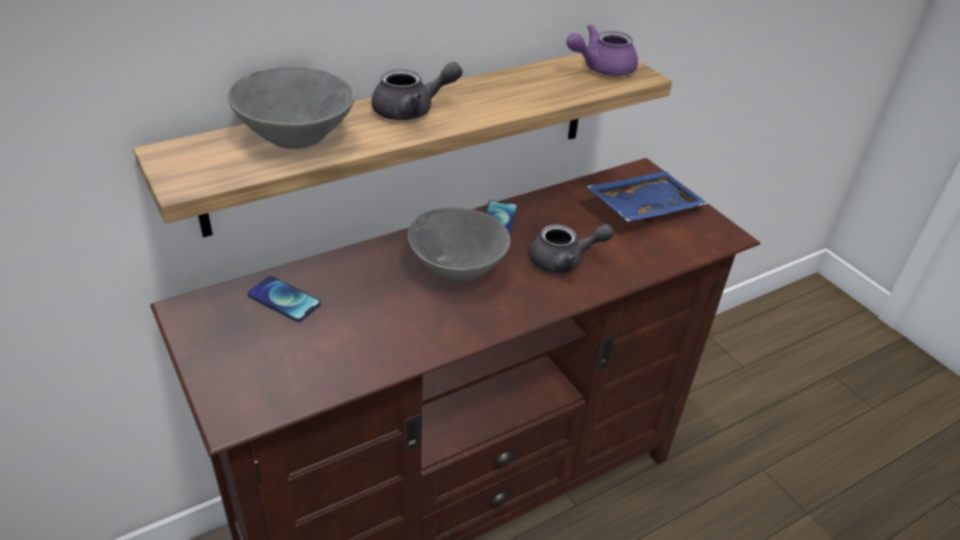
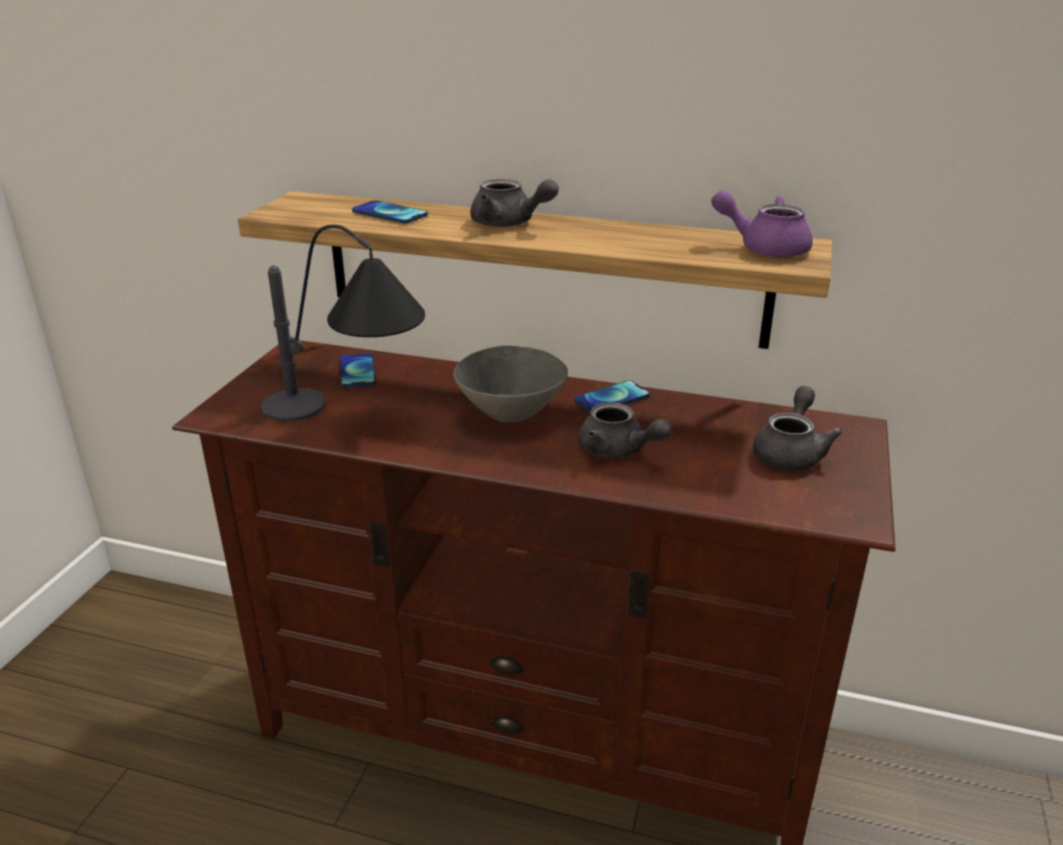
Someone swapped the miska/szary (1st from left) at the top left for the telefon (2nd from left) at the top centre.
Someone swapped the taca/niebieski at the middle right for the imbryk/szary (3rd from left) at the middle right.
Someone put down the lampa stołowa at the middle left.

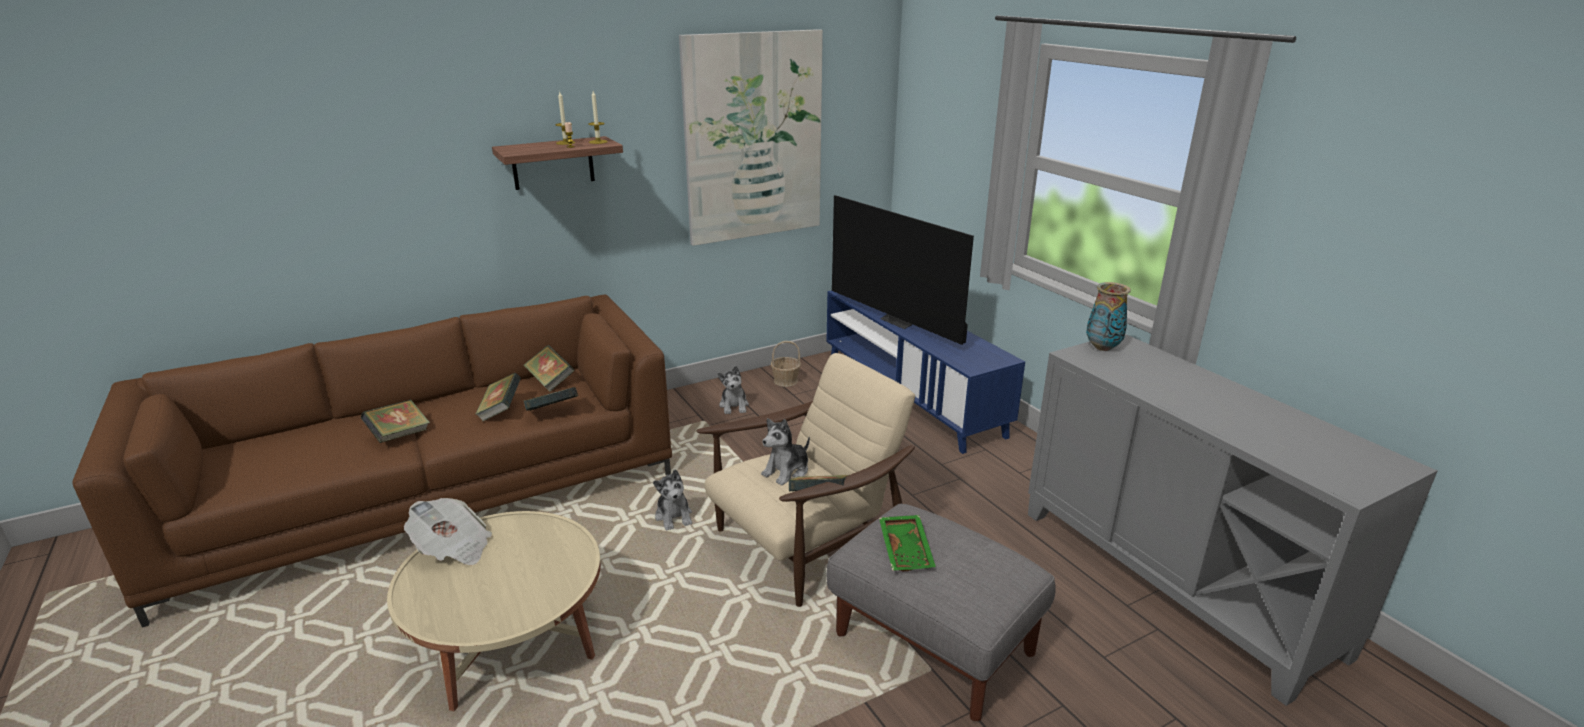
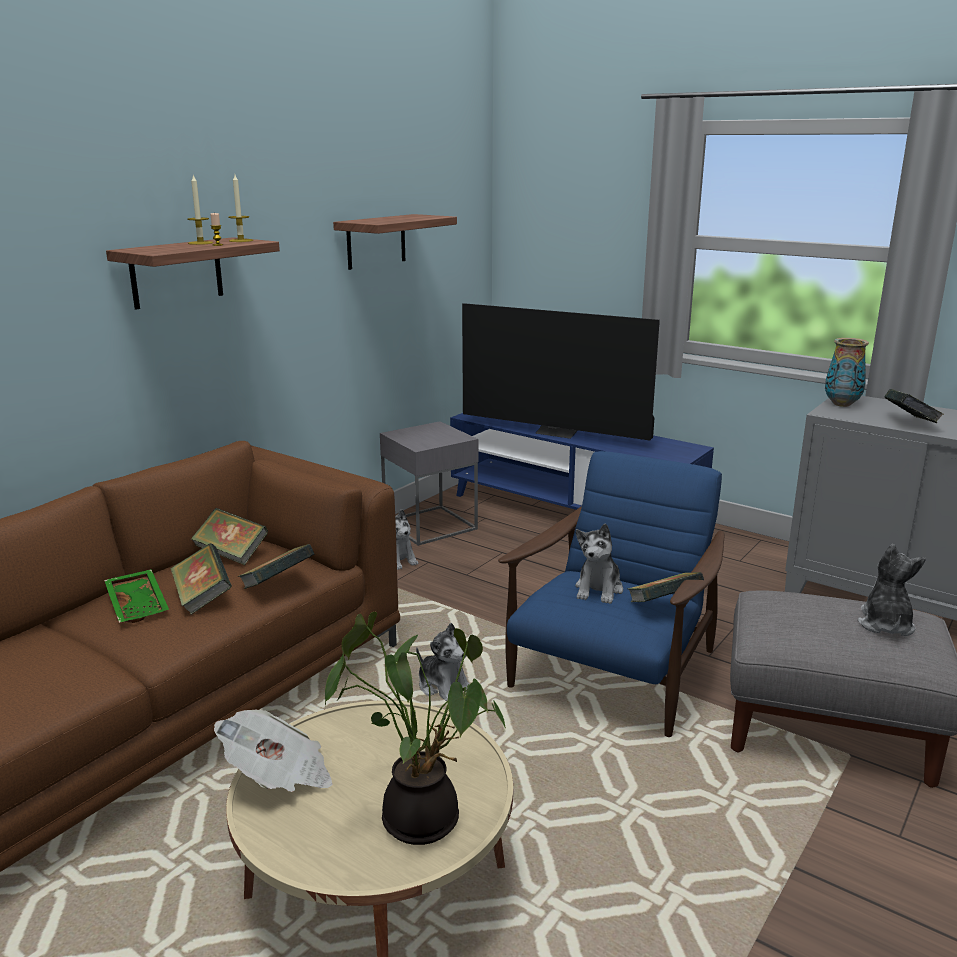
Someone carried the książka (1st from left in the first image) from the middle left to the middle right.
Someone swapped the obraz at the top centre for the półka (2nd from left) at the top centre.
Someone repainted the fotel/beżowy at the centre, which became the fotel/niebieski at the centre.
Someone swapped the koszyk at the centre for the stolik/szary at the centre.
Someone carried the taca/zielony from the bottom centre to the middle left.
Someone put down the roślina doniczkowa at the bottom centre.
Someone put down the pluszak (4th from left) at the middle right.

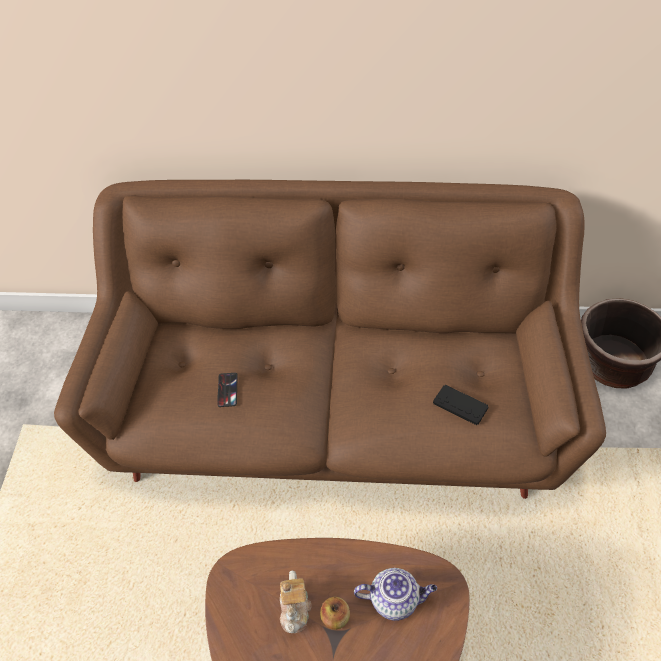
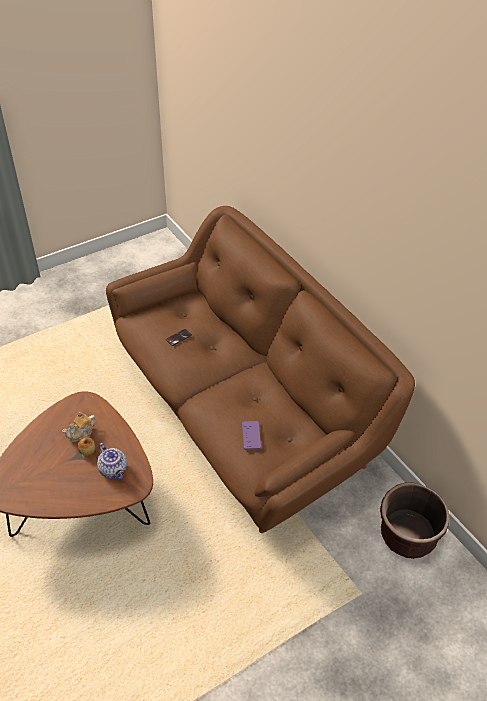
Someone repainted the pad do gier/czarny at the middle right, which became the pad do gier/fioletowy at the centre.

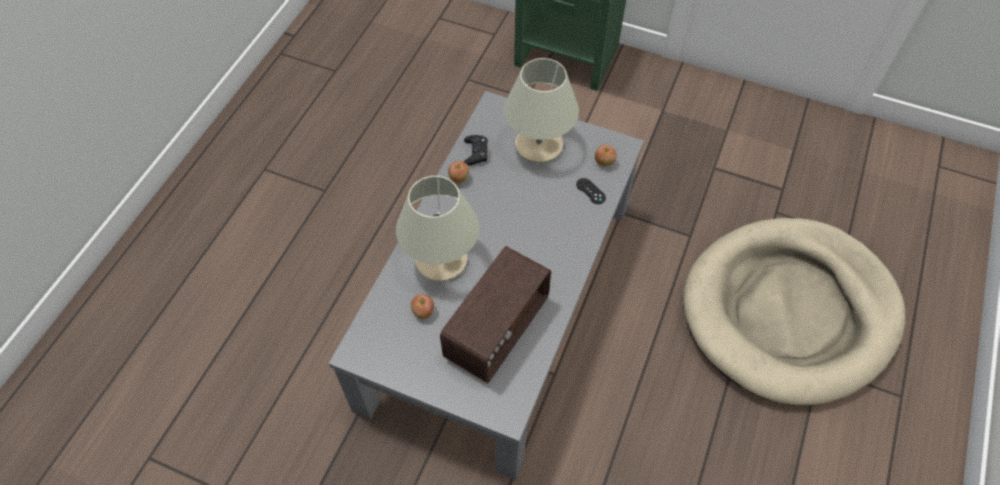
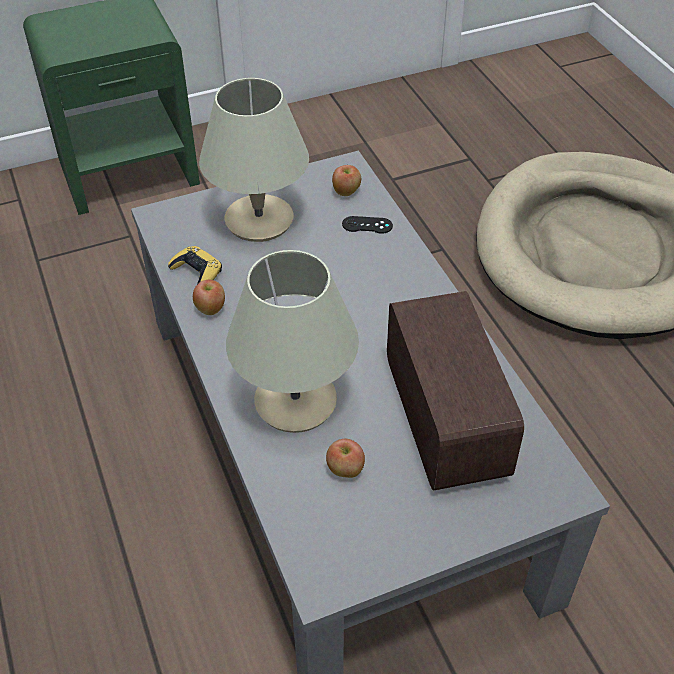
Someone repainted the pad do gier/czarny (1st from left) at the top centre, which became the pad do gier/żółty at the middle left.

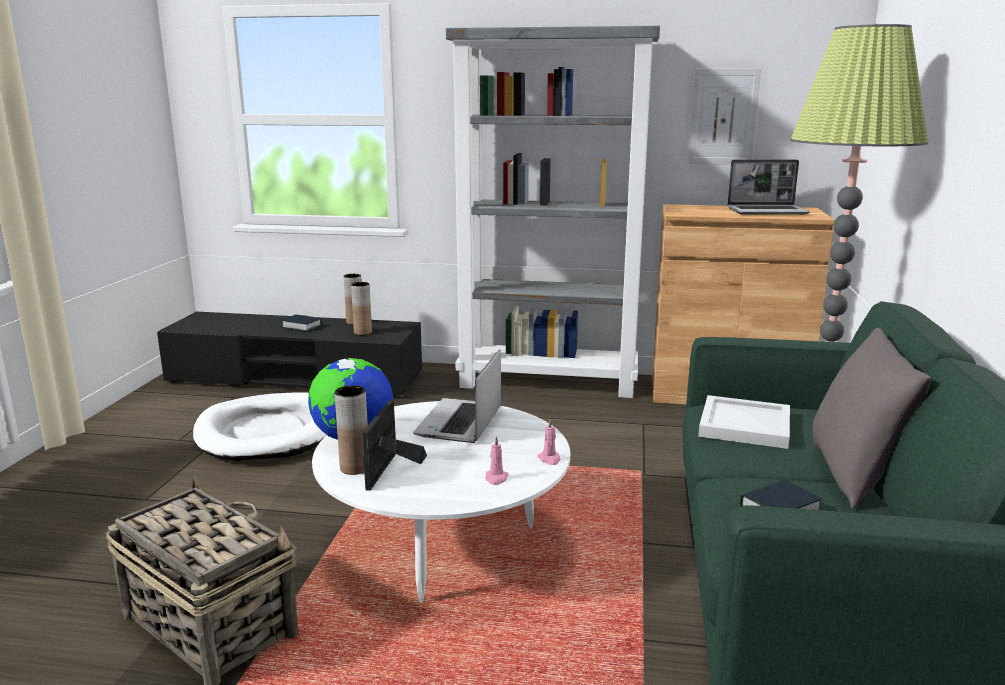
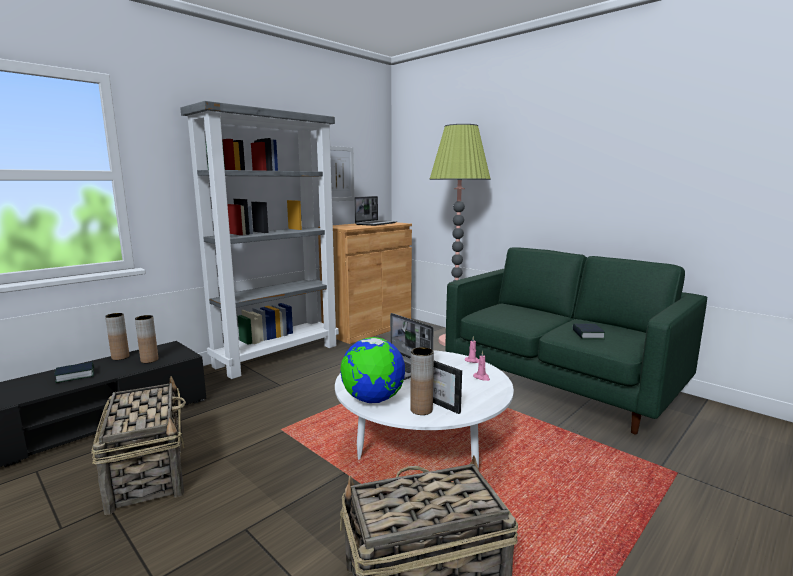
Someone swapped the legowisko/biały at the middle left for the koszyk (1st from left) at the bottom left.
Someone took away the taca/biały at the middle right.
Someone took away the poduszka/szary at the middle right.

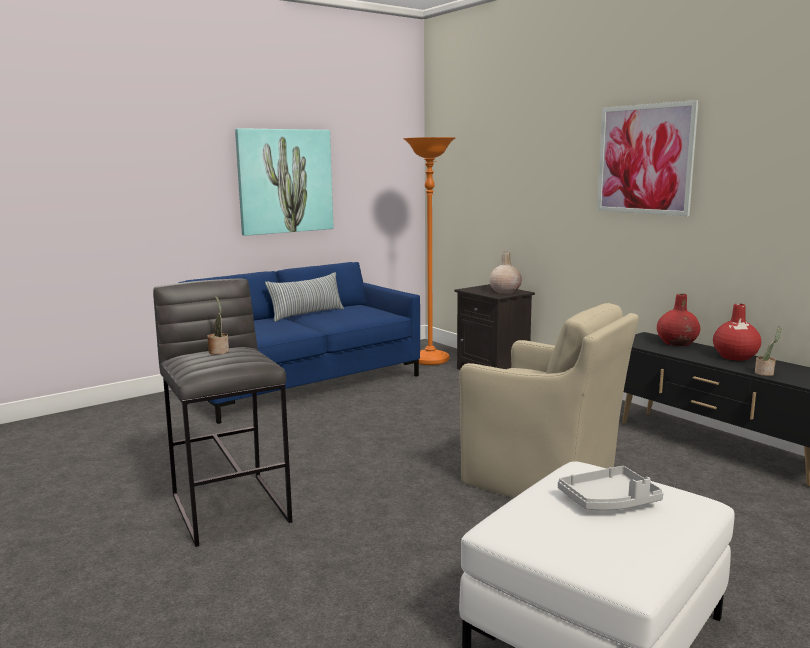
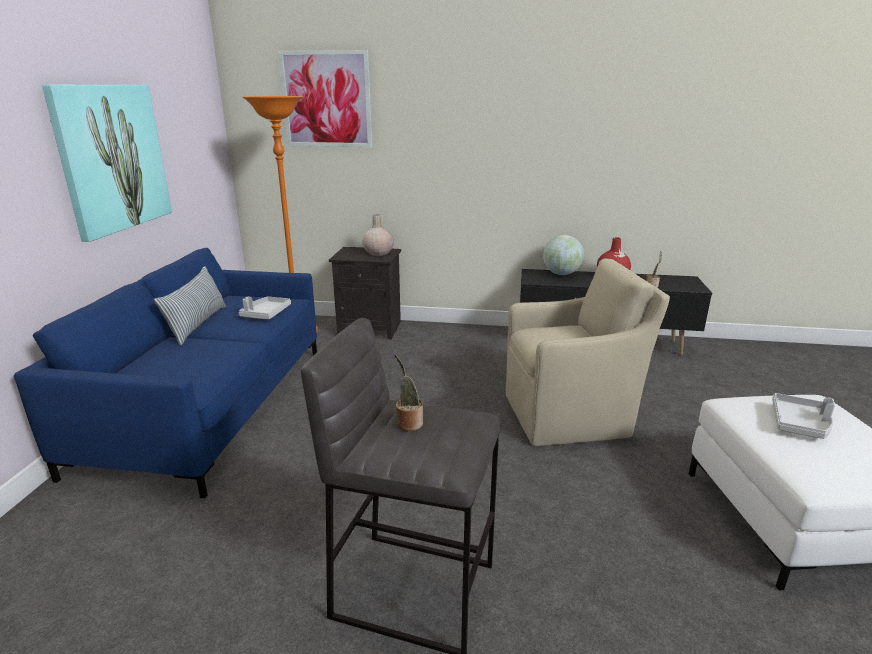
Someone carried the obraz (2nd from left) from the top right to the top centre.
Someone swapped the wazon/czerwony (1st from left) at the middle right for the globus at the centre.
Someone put down the taca/szary (1st from left) at the middle left.

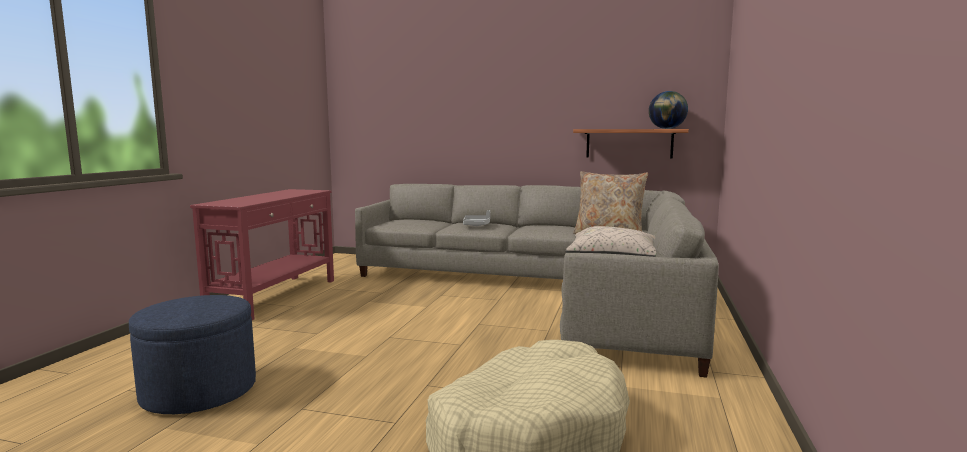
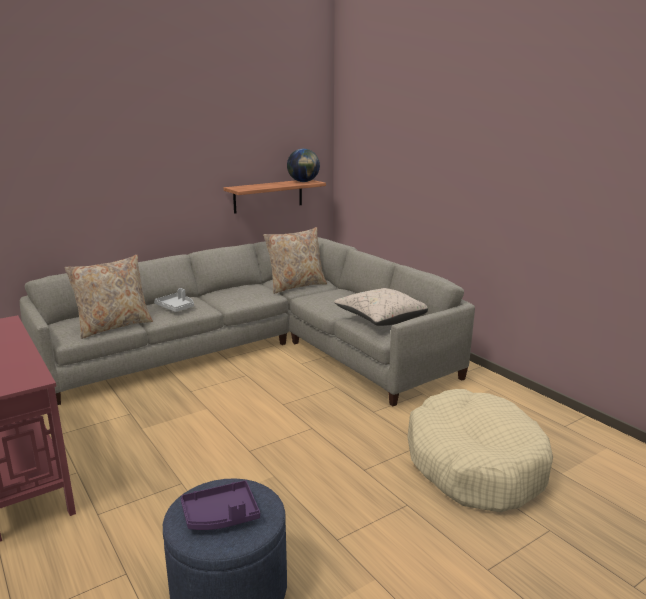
Someone put down the poduszka/beżowy (1st from left) at the middle left.
Someone put down the taca/fioletowy at the bottom centre.

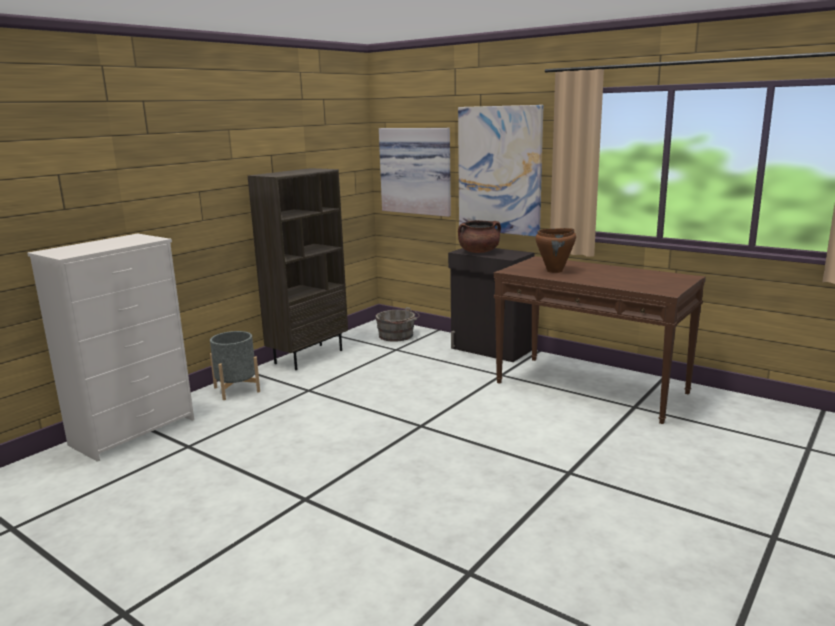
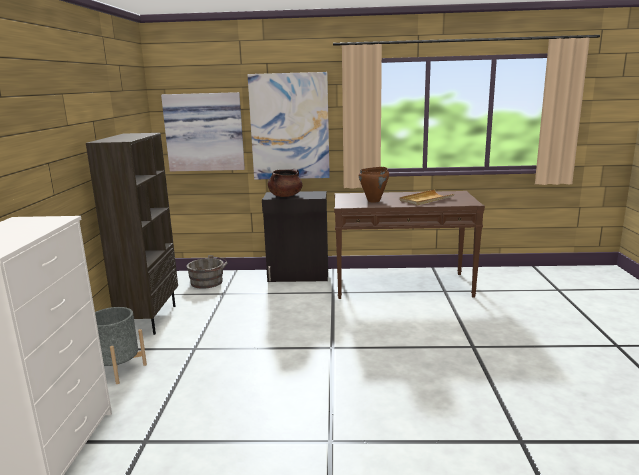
Someone put down the taca/beżowy at the middle right.

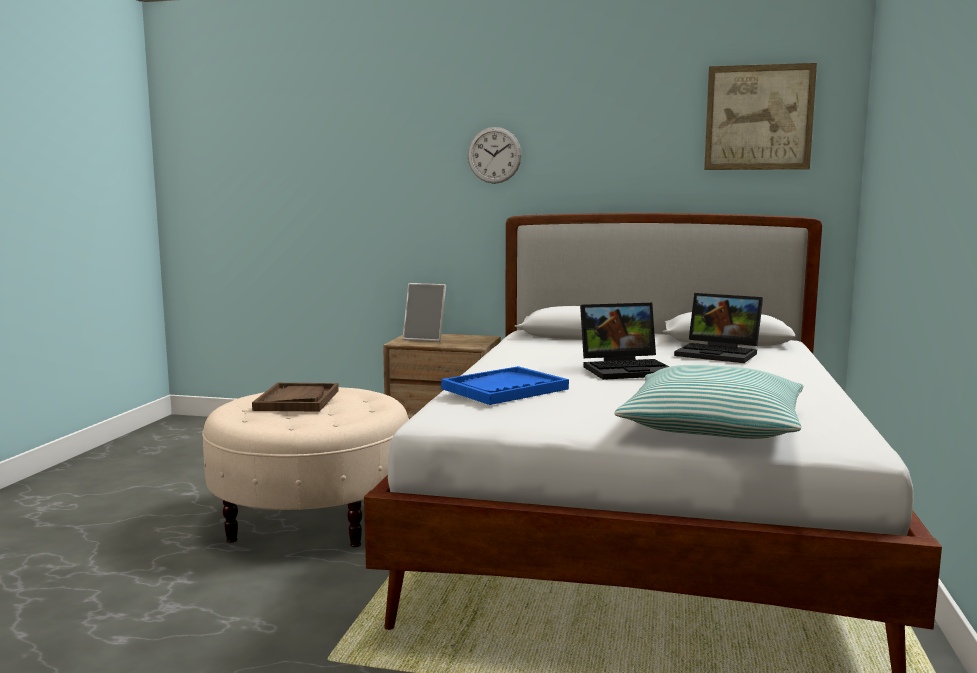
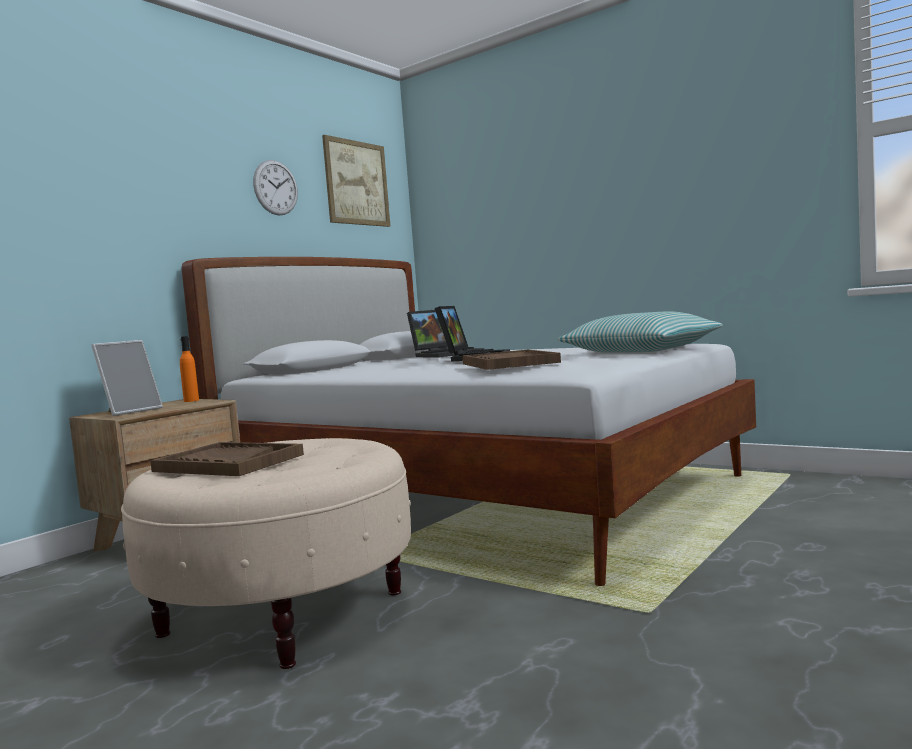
Someone repainted the taca/niebieski at the centre, which became the taca/brązowy (2nd from left) at the centre.
Someone carried the zegar ścienny from the top centre to the top left.
Someone put down the butelka/pomarańczowy at the middle left.

